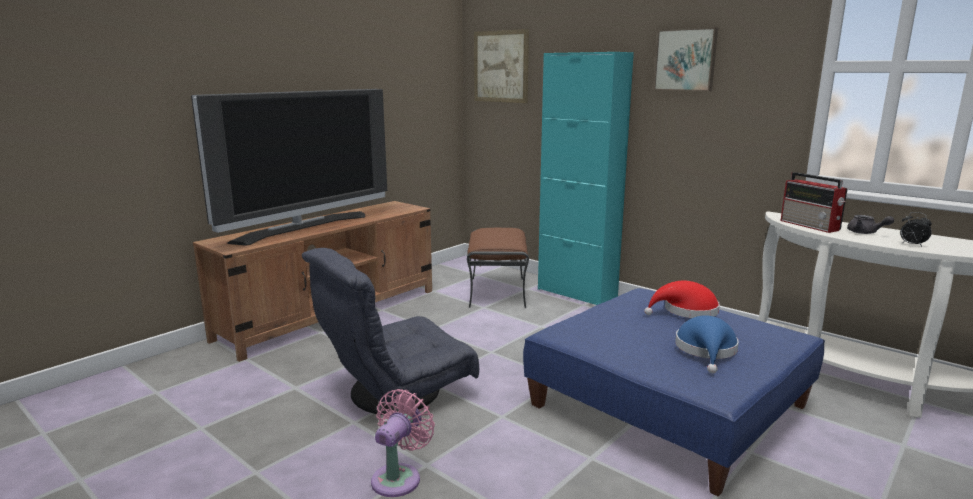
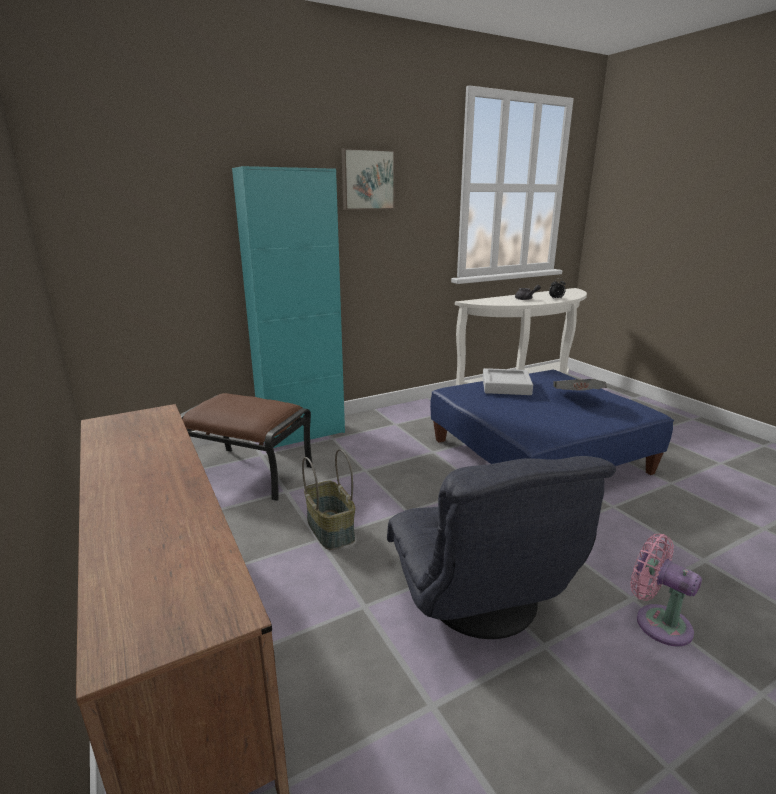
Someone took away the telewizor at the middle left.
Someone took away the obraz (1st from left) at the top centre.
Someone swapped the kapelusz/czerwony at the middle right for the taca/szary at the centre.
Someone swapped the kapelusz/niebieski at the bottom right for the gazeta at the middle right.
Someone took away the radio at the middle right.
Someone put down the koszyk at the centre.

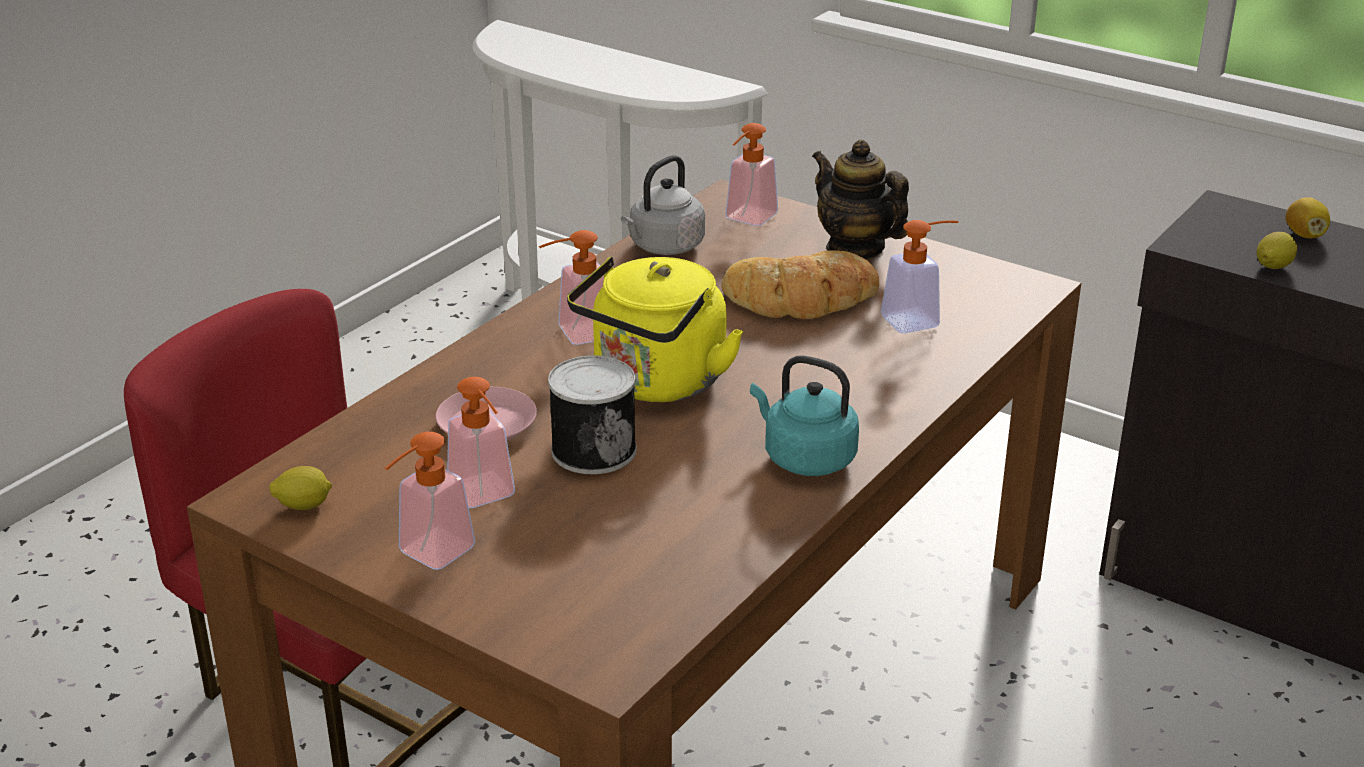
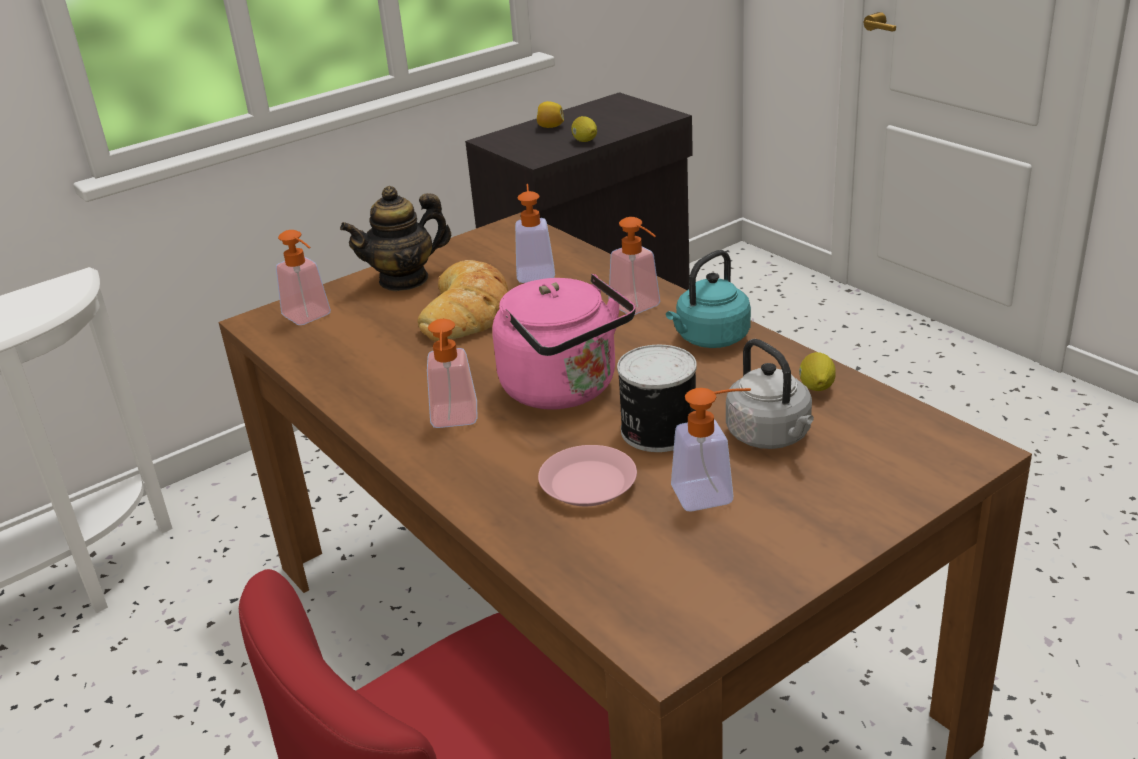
Someone carried the cytryna (1st from left in the first image) from the middle left to the middle right.
Someone carried the dozownik mydła (1st from left in the first image) from the middle left to the centre.
Someone repainted the czajnik/żółty at the centre, which became the czajnik/różowy at the centre.
Someone carried the czajnik/szary from the top centre to the middle right.

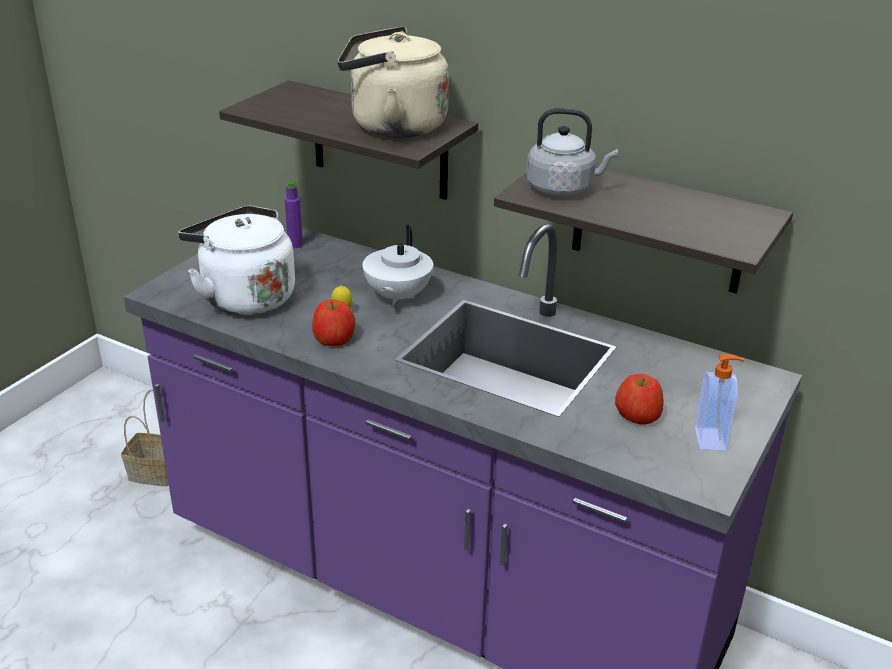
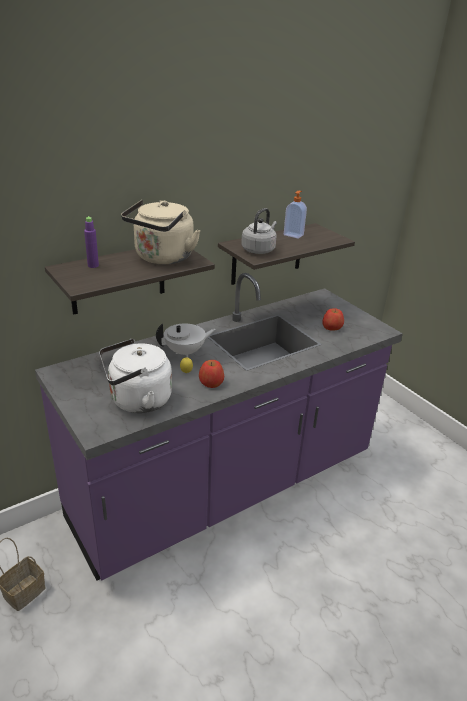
Someone carried the butelka/fioletowy from the top left to the middle left.
Someone rotated the imbryk/biały at the centre by 60 degrees counterclockwise.
Someone carried the dozownik mydła from the middle right to the top centre.

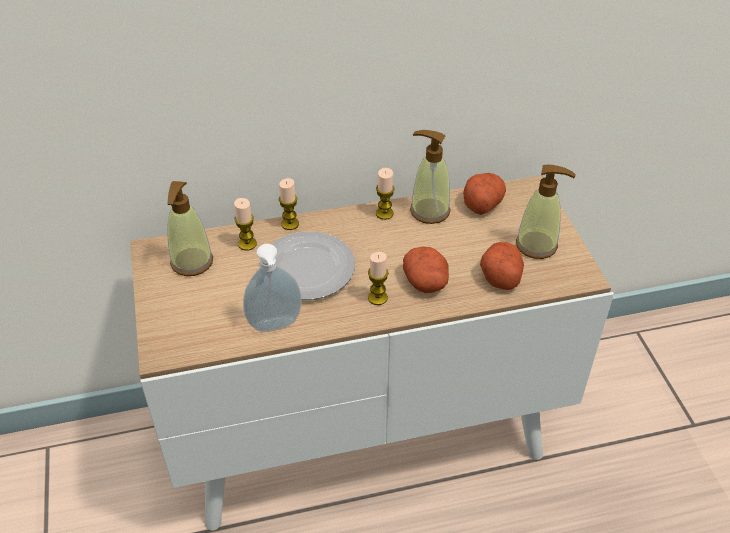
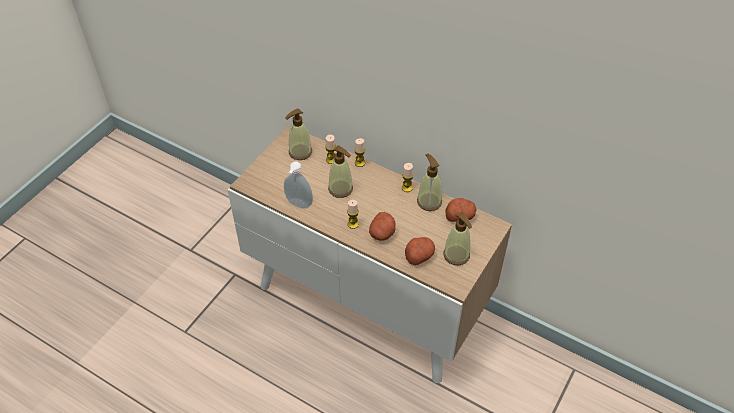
Someone swapped the talerz at the centre for the dozownik mydła (3rd from left) at the centre.

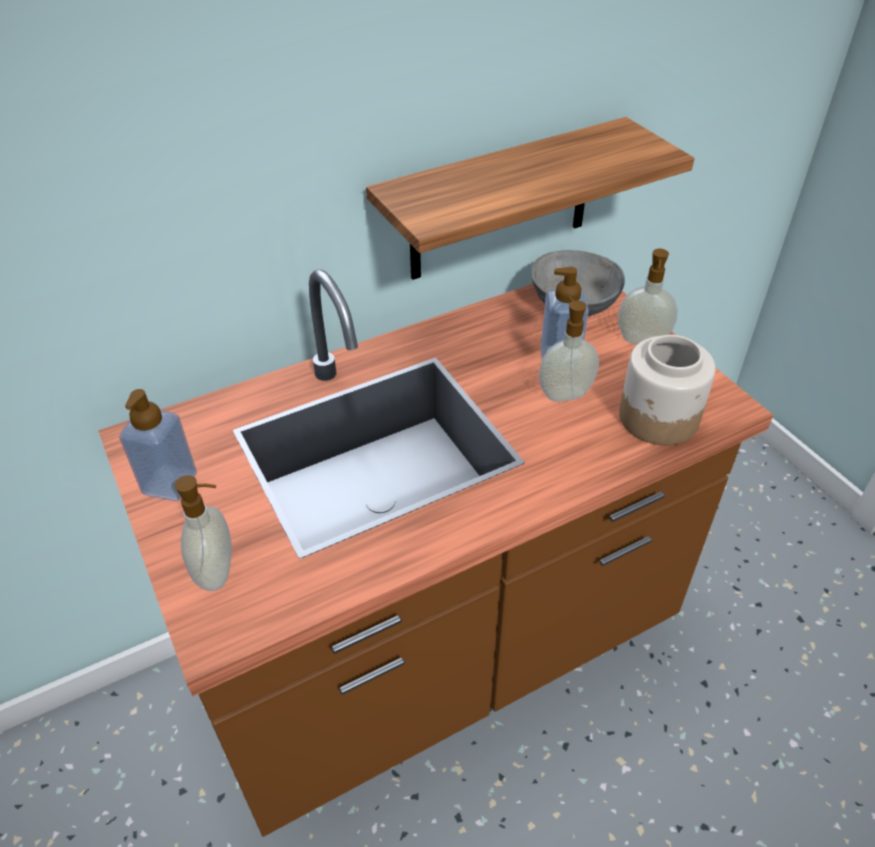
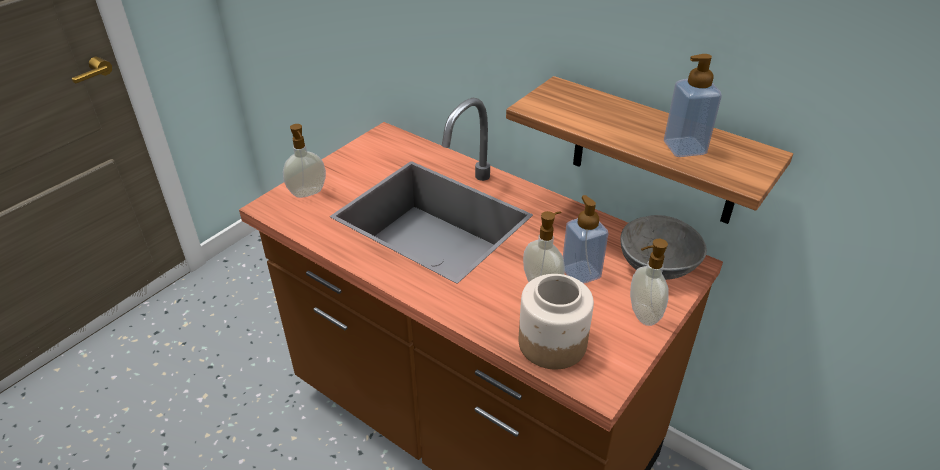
Someone carried the dozownik mydła (1st from left in the first image) from the middle left to the top right.

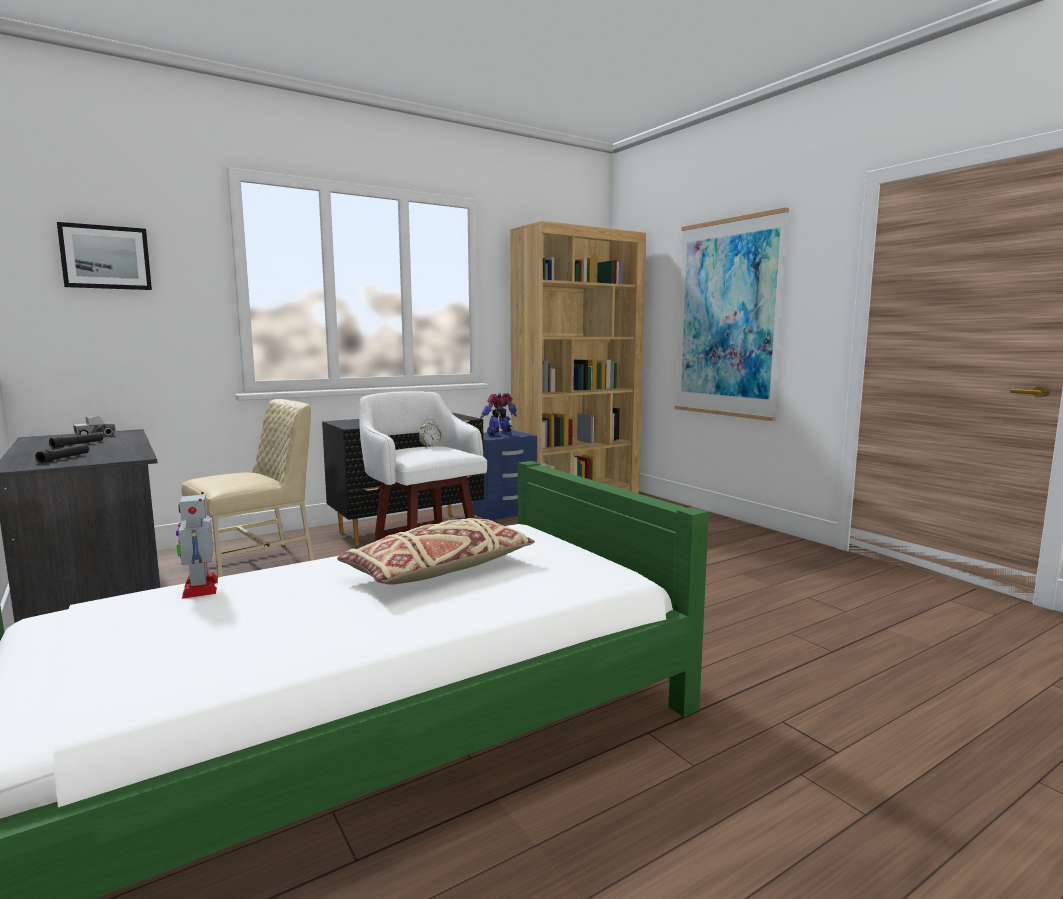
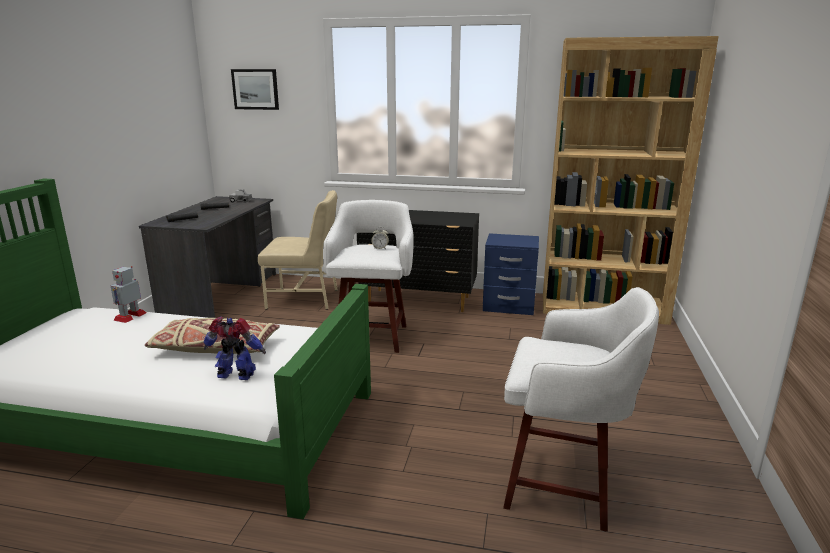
Someone carried the robot zabawkowy (2nd from left) from the centre to the middle left.
Someone took away the obraz (2nd from left) at the middle right.
Someone put down the stołek/biały (2nd from left) at the bottom right.

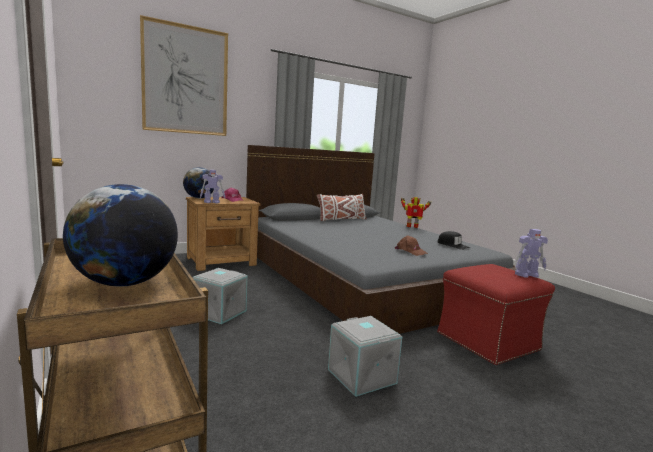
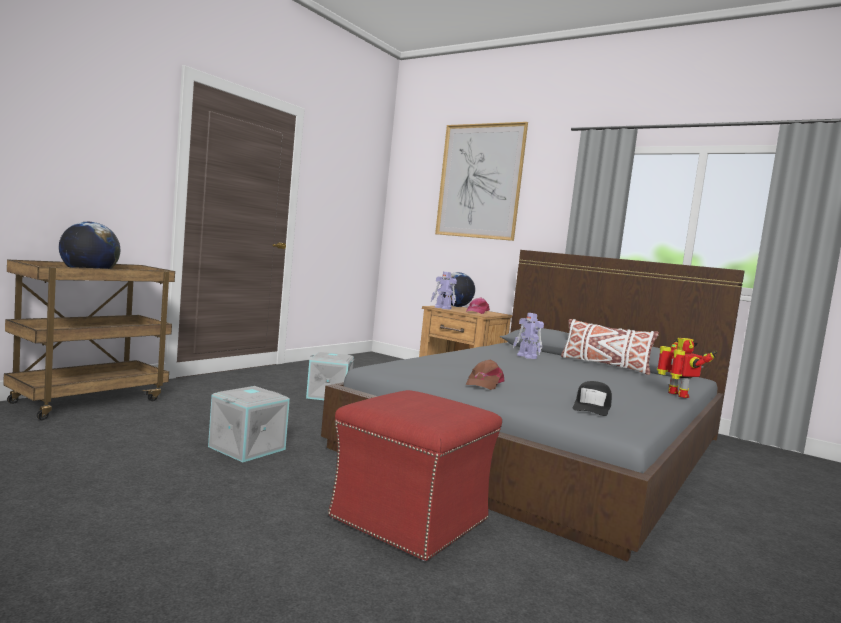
Someone carried the robot zabawkowy (3rd from left in the first image) from the middle right to the centre.

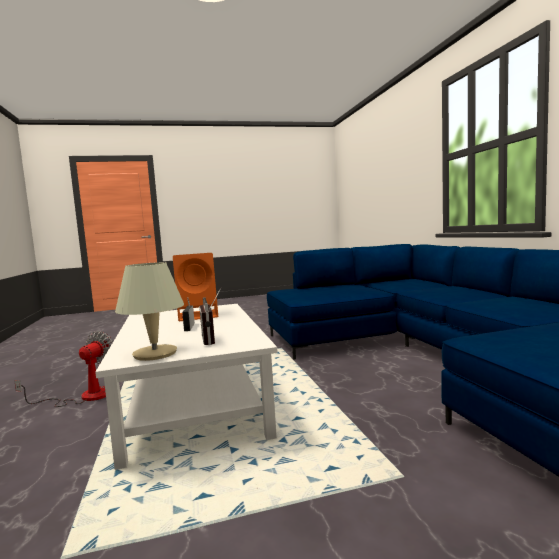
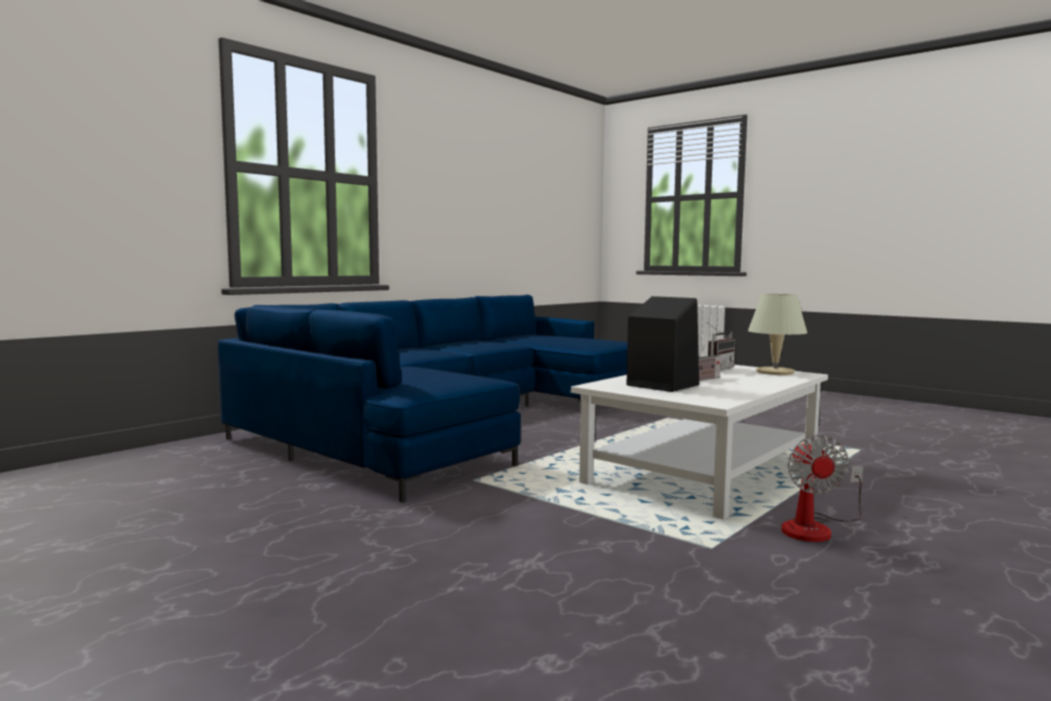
Someone rotated the wentylator at the middle left by 75 degrees counterclockwise.
Someone repainted the głośnik/pomarańczowy at the centre, which became the głośnik/czarny at the centre.

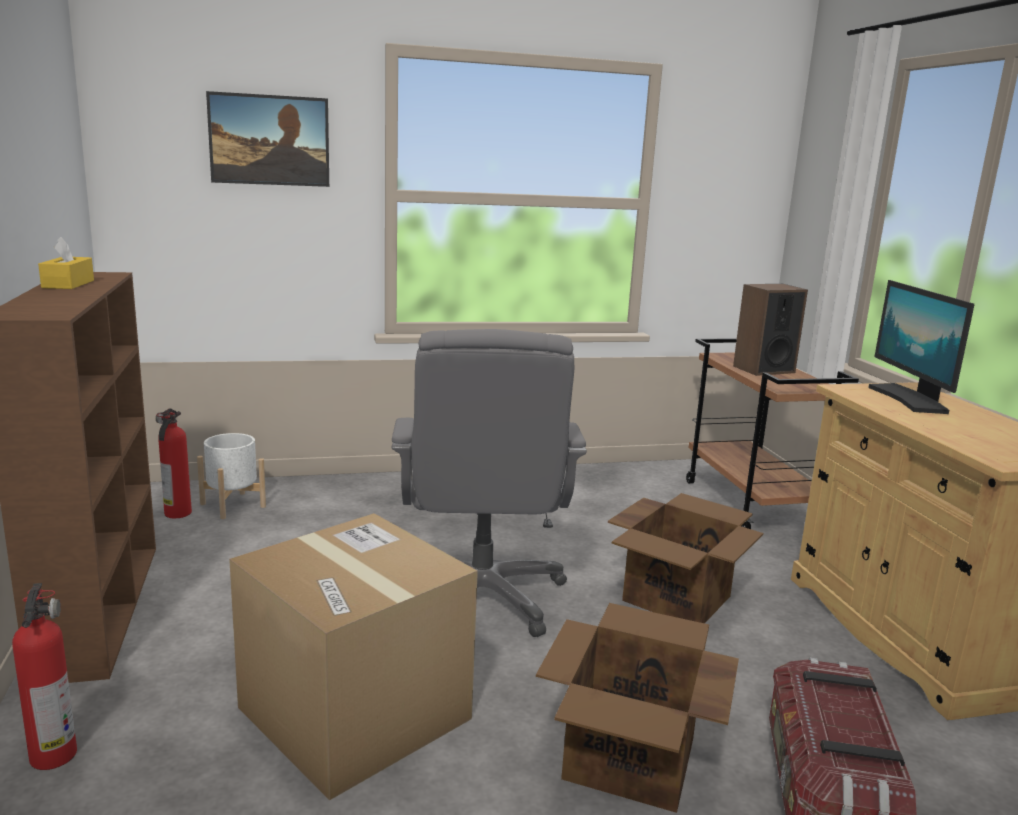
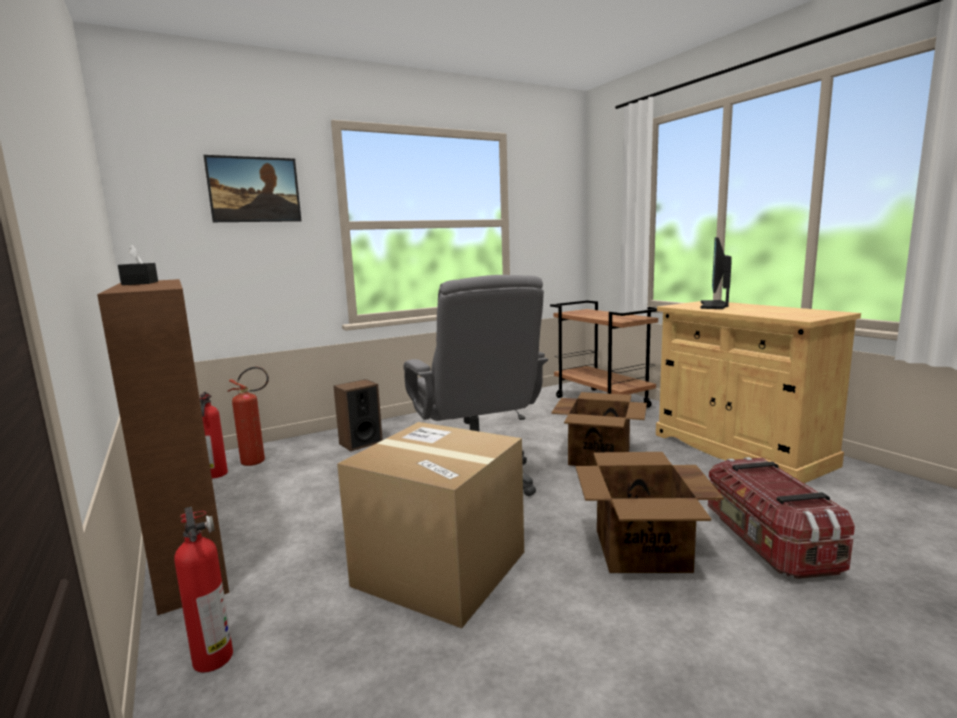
Someone repainted the pudełko chusteczek/żółty at the top left, which became the pudełko chusteczek/czarny at the middle left.
Someone swapped the donica/biały at the middle left for the gaśnica (3rd from left) at the middle left.
Someone carried the głośnik from the middle right to the centre.
Someone rotated the monitor at the middle right by 45 degrees clockwise.

